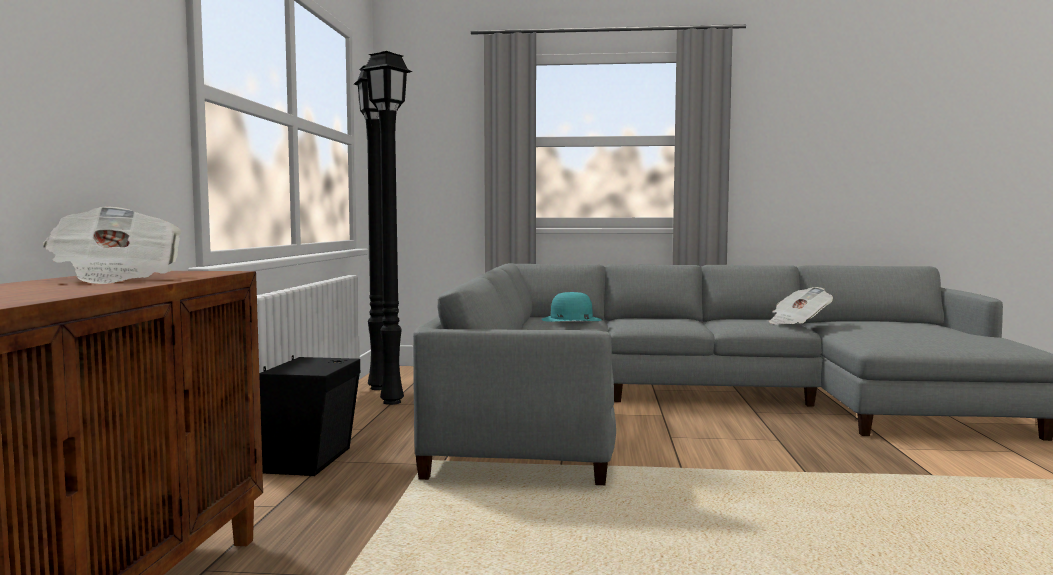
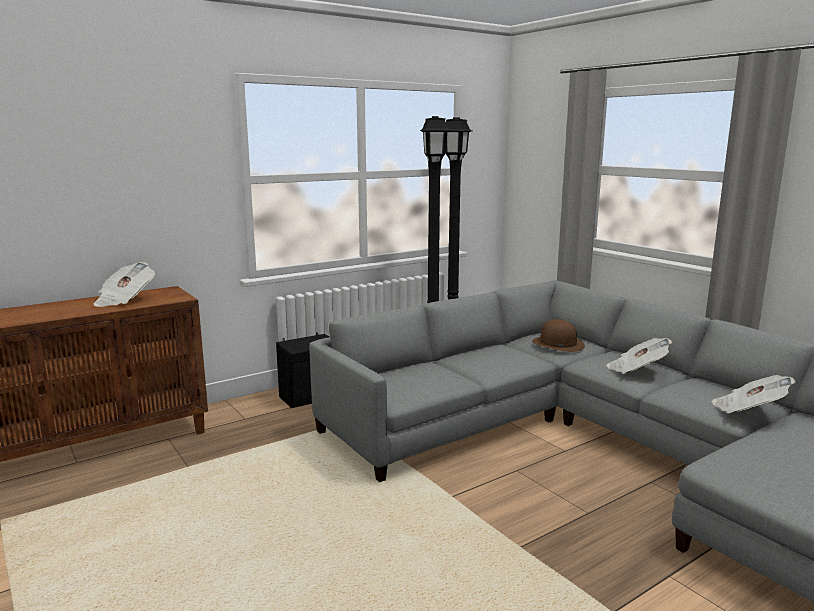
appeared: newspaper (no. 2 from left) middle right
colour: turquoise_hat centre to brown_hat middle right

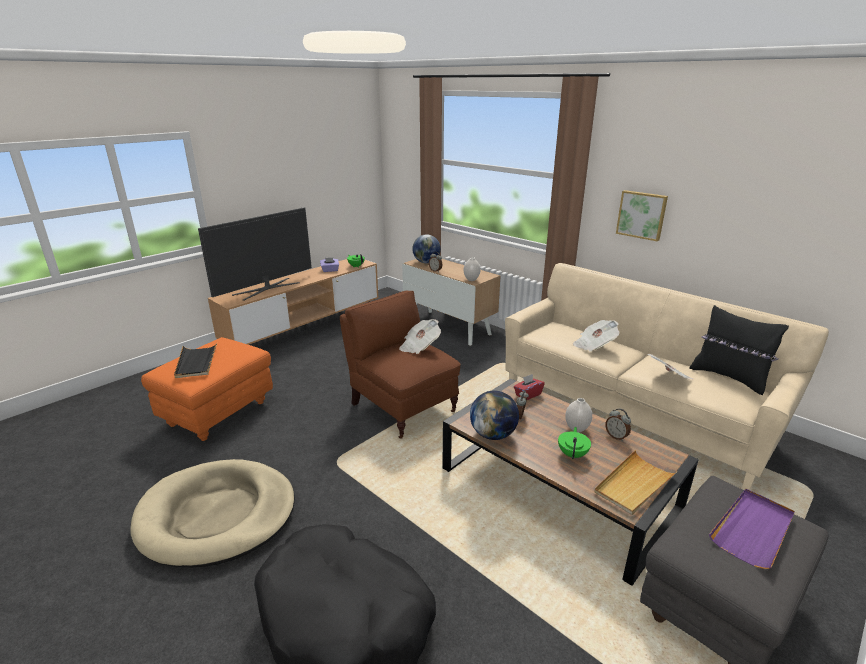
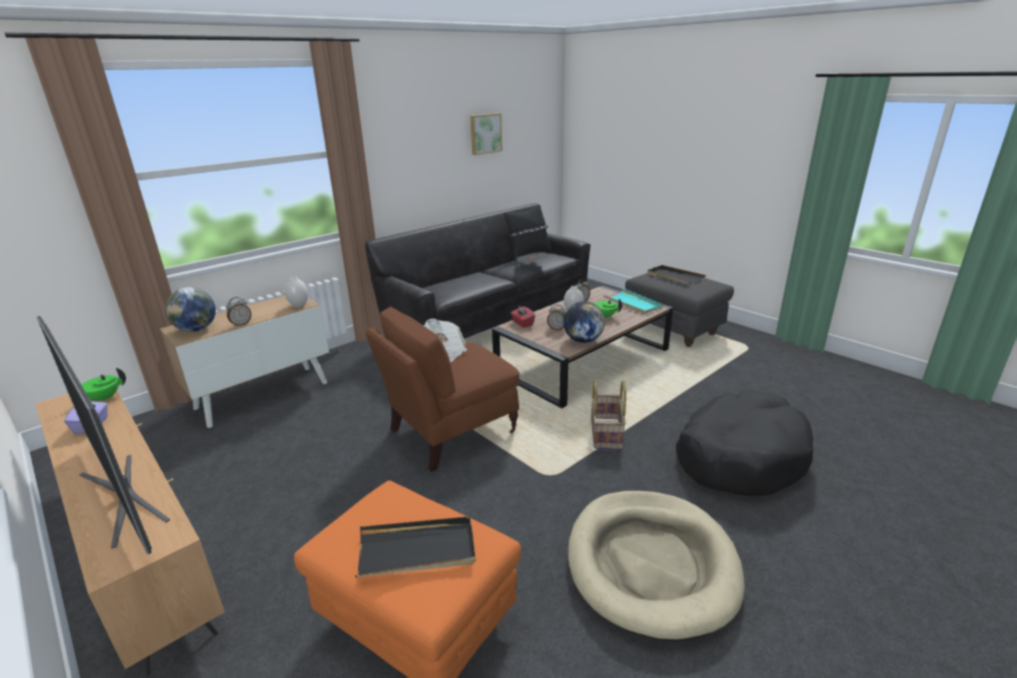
missing: newspaper (no. 2 from left) middle right
appeared: basket centre
relocated: picture top right to top centre
colour: beige_sofa middle right to black_sofa centre; beige_tray bottom right to turquoise_tray centre; purple_tray bottom right to black_tray (no. 2 from left) centre

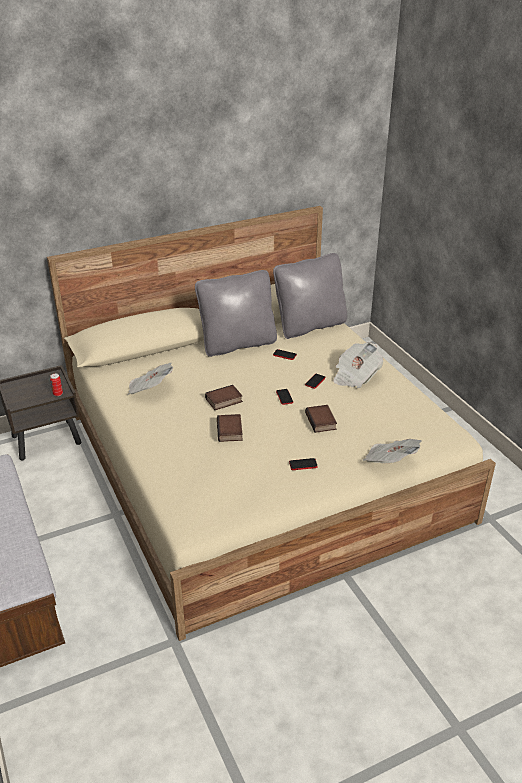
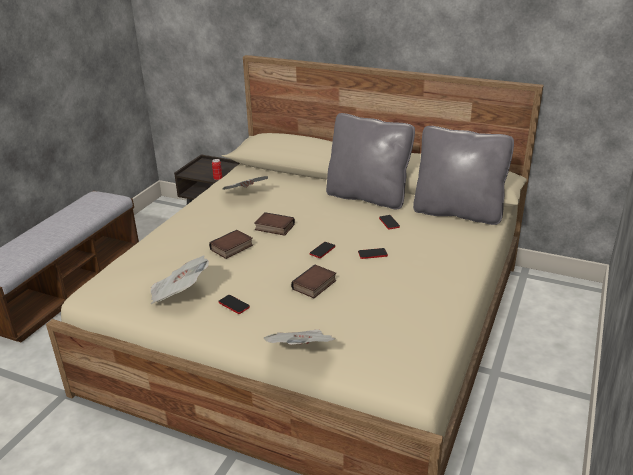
relocated: newspaper (no. 2 from left in the first image) middle right to newspaper (no. 1 from left) middle left

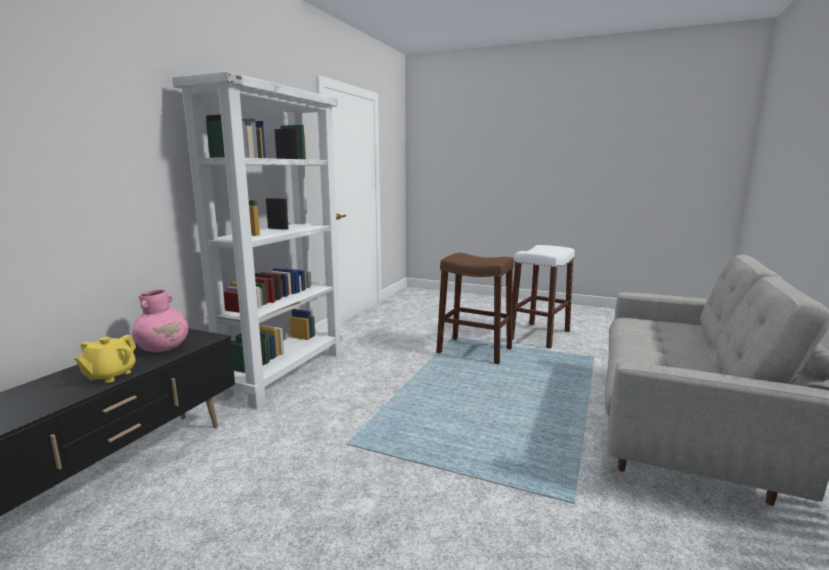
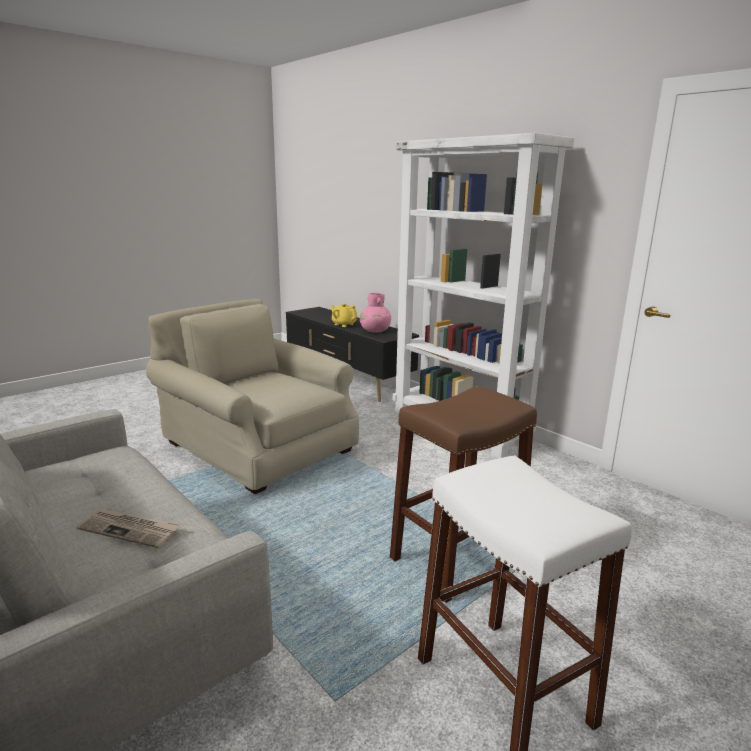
appeared: newspaper bottom left; beige_armchair centre

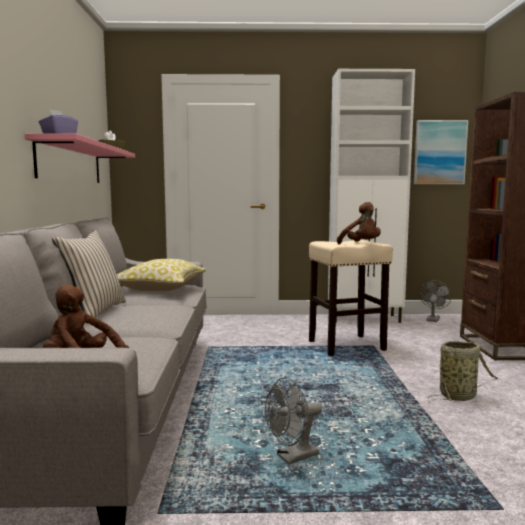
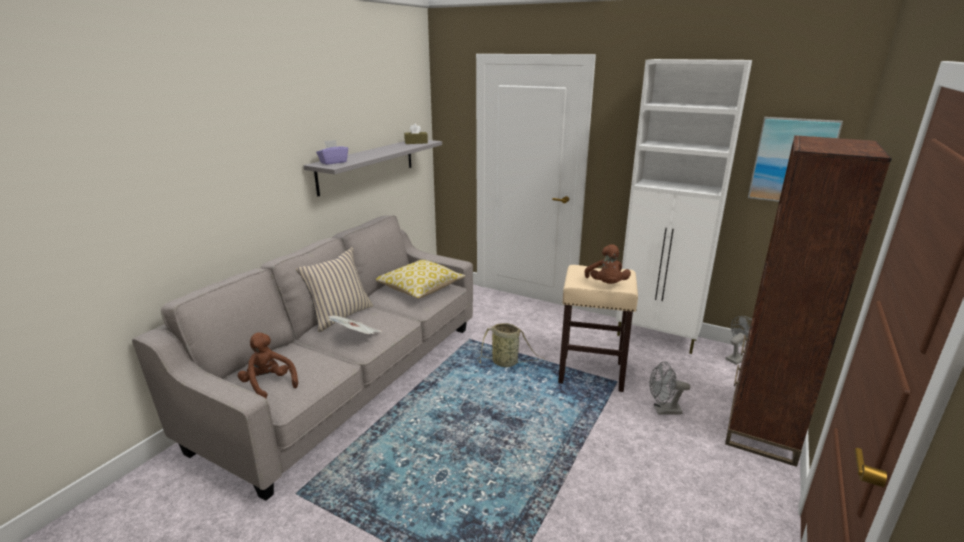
appeared: newspaper centre
relocated: grey_fan (no. 1 from left) bottom centre to bottom right; basket bottom right to centre
colour: pink_shelf top left to grey_shelf top centre

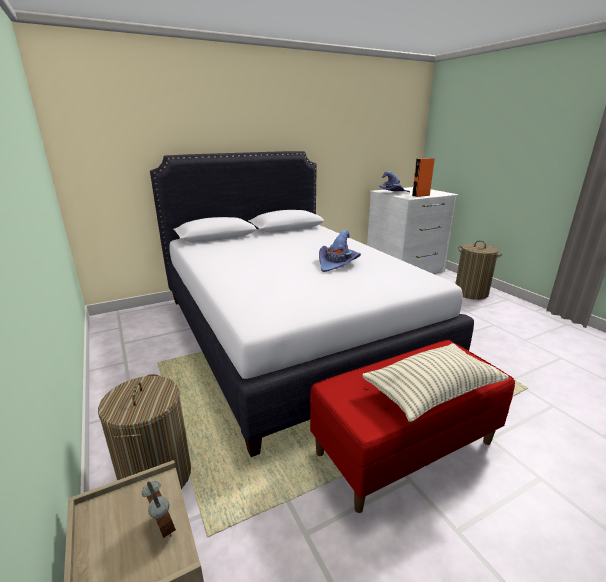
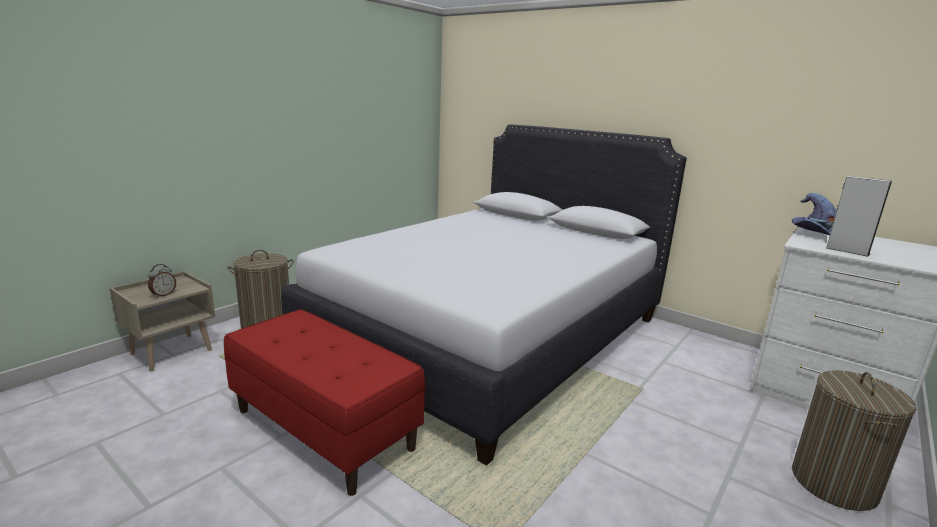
missing: purple_hat (no. 1 from left) centre; pillow middle right
colour: orange_speaker top right to grey_speaker middle right

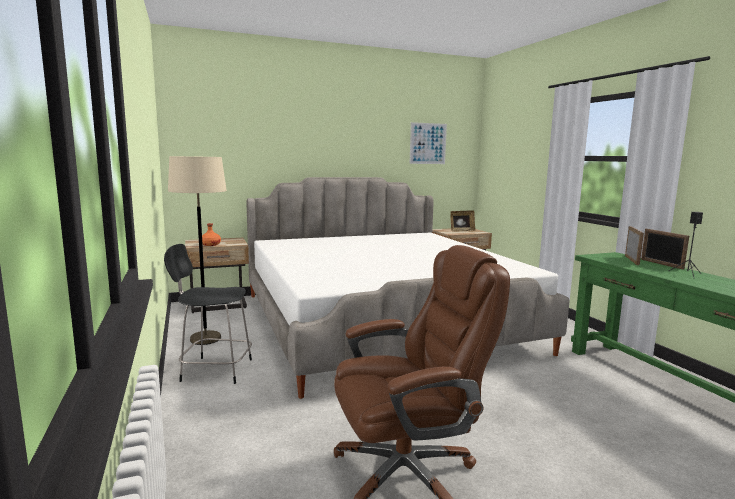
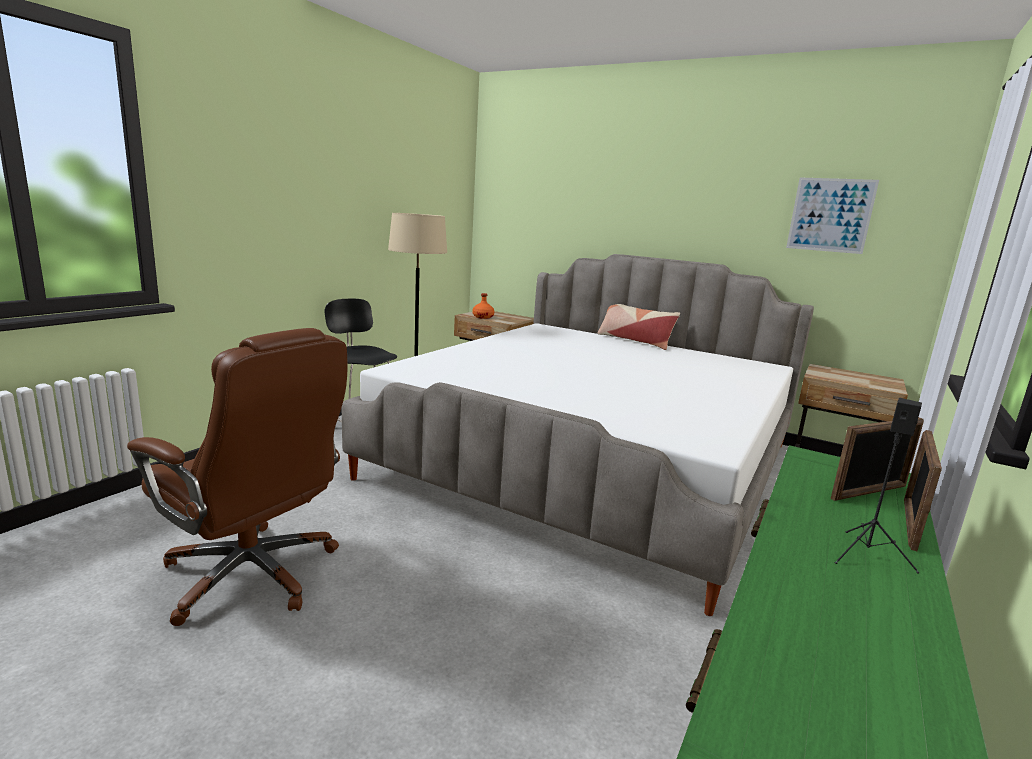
missing: picture_frame (no. 1 from left) centre
appeared: pillow centre

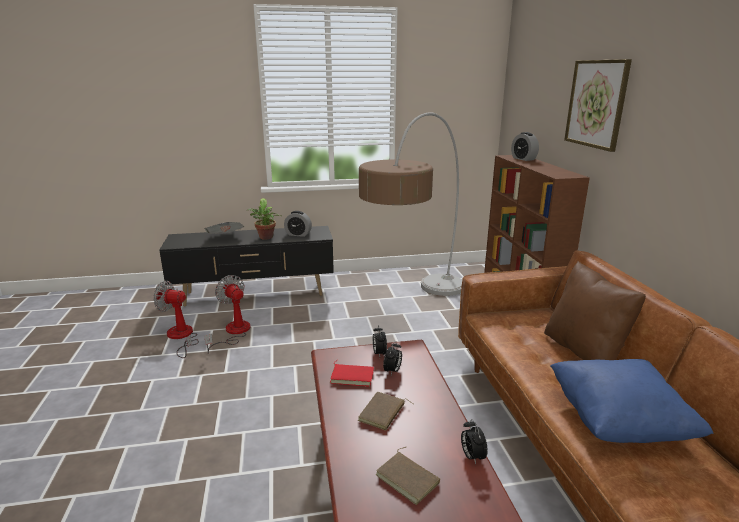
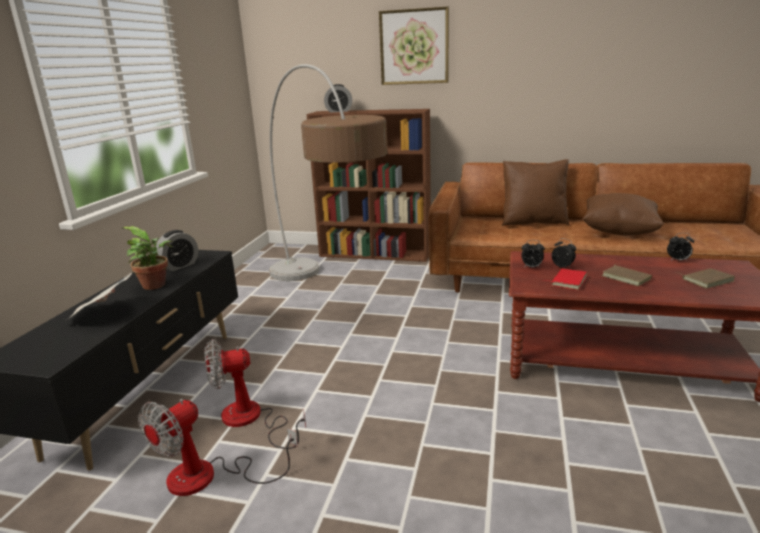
colour: blue_pillow bottom right to brown_pillow (no. 2 from left) middle right

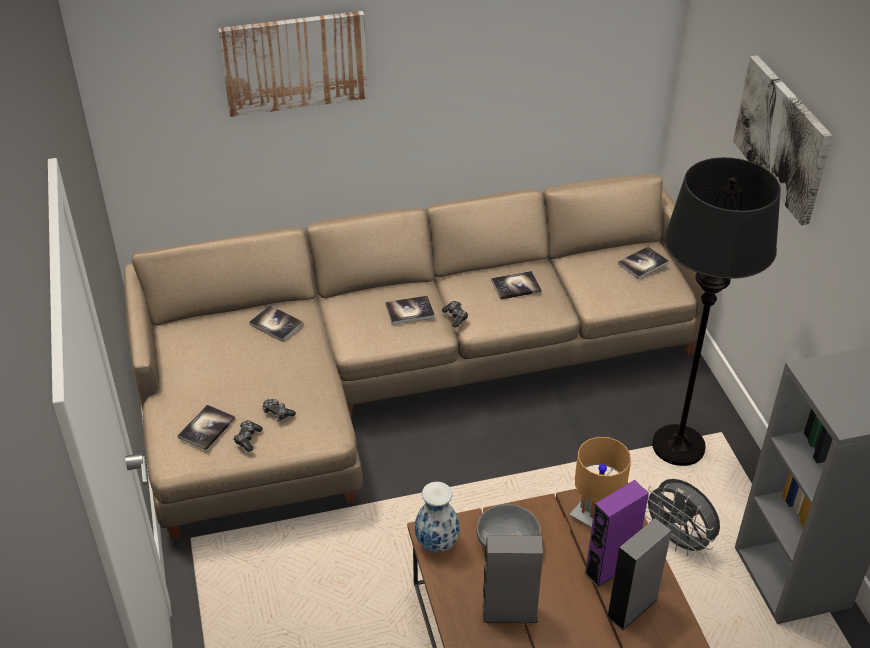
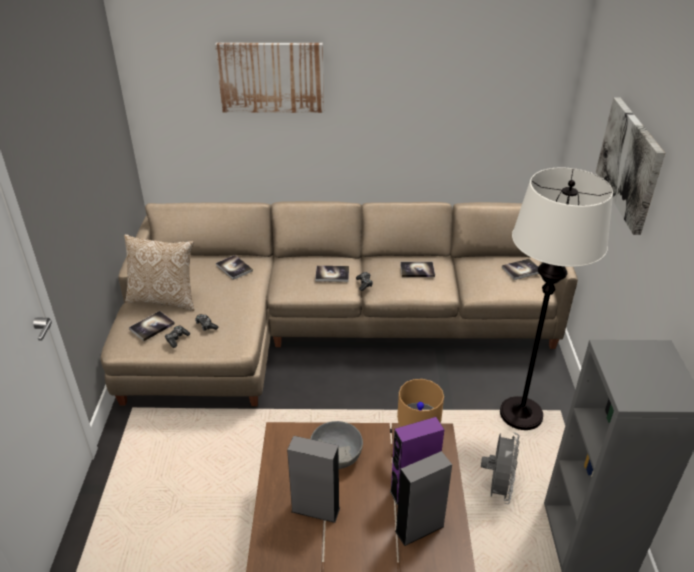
missing: vase bottom centre
appeared: pillow middle left
colour: black_floor_lamp middle right to white_floor_lamp middle right
spun: grey_fan bottom right = bottom right 135 degrees counterclockwise

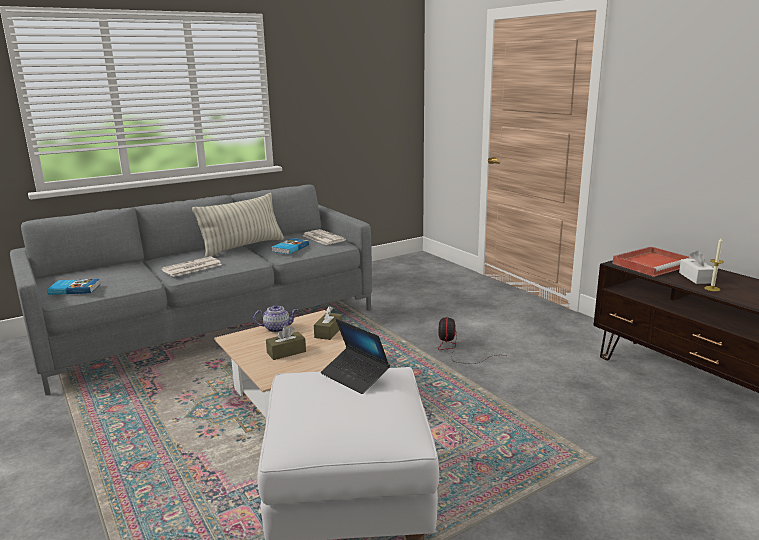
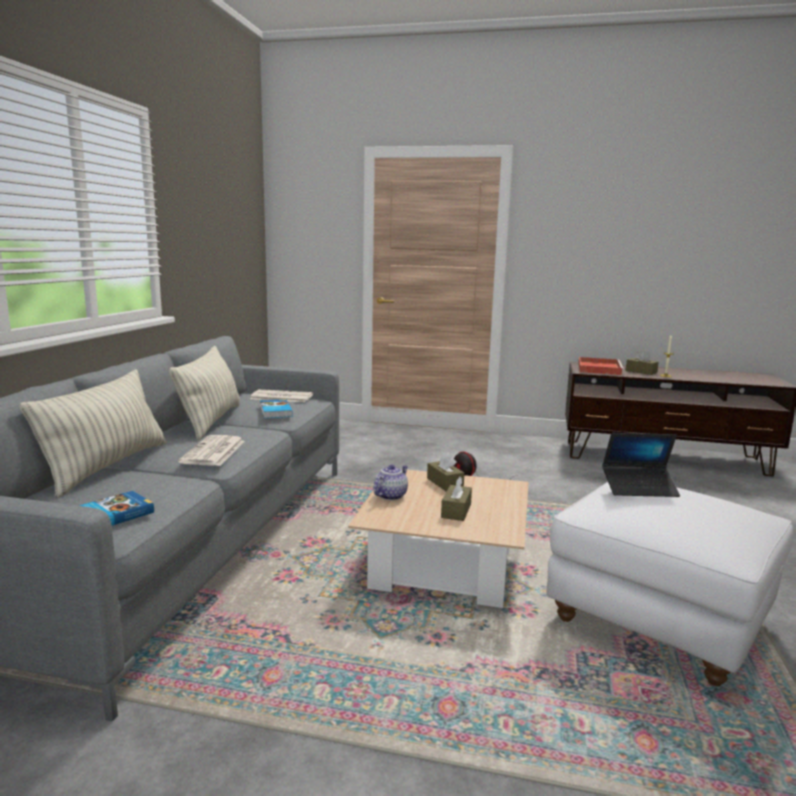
appeared: pillow (no. 1 from left) middle left
colour: white_tissue_box middle right to brown_tissue_box (no. 3 from left) middle right

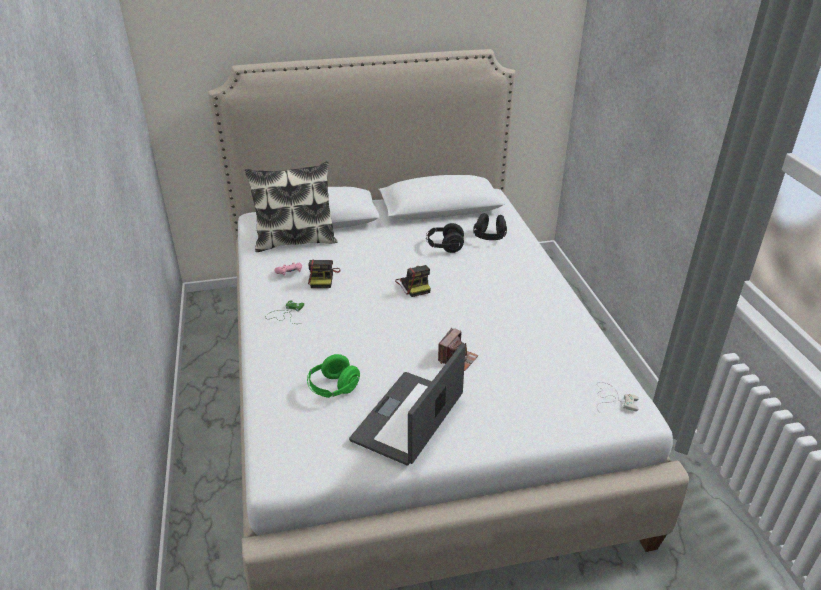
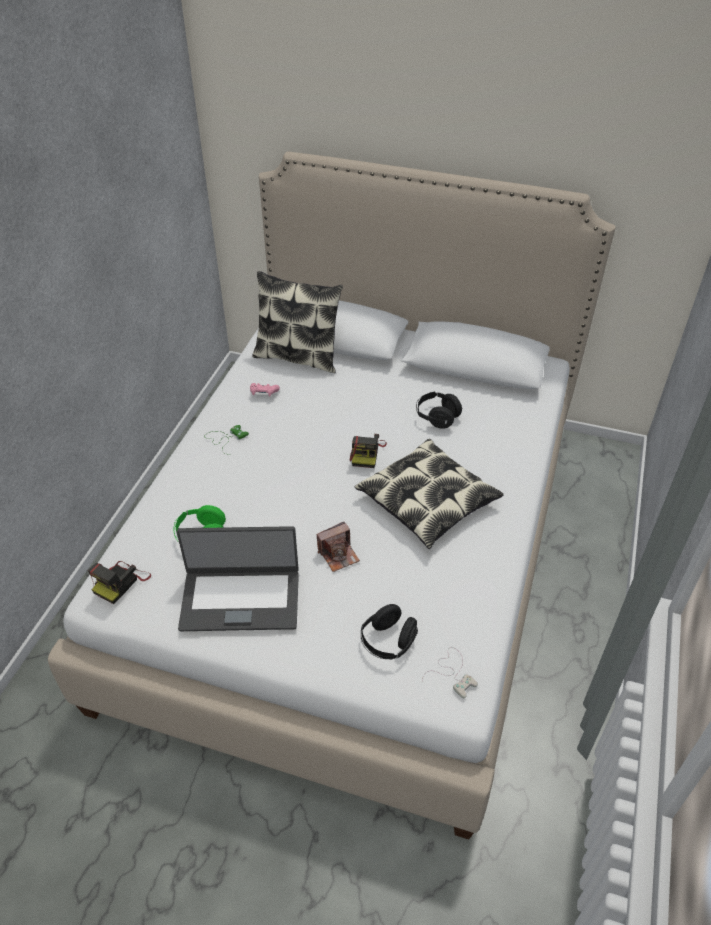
appeared: pillow (no. 2 from left) centre
relocated: photo_camera (no. 1 from left) centre to middle left; black_headphones (no. 2 from left in the first image) centre to black_headphones (no. 1 from left) bottom centre
spun: laptop bottom centre = centre 150 degrees counterclockwise

